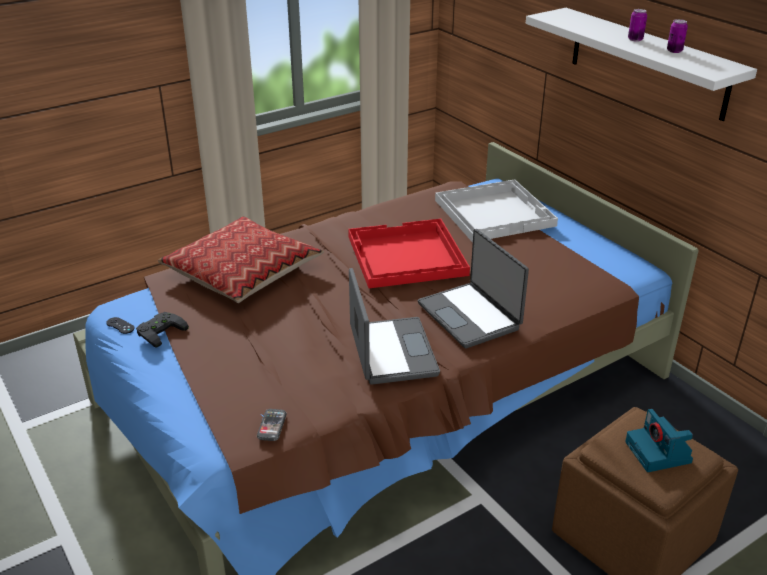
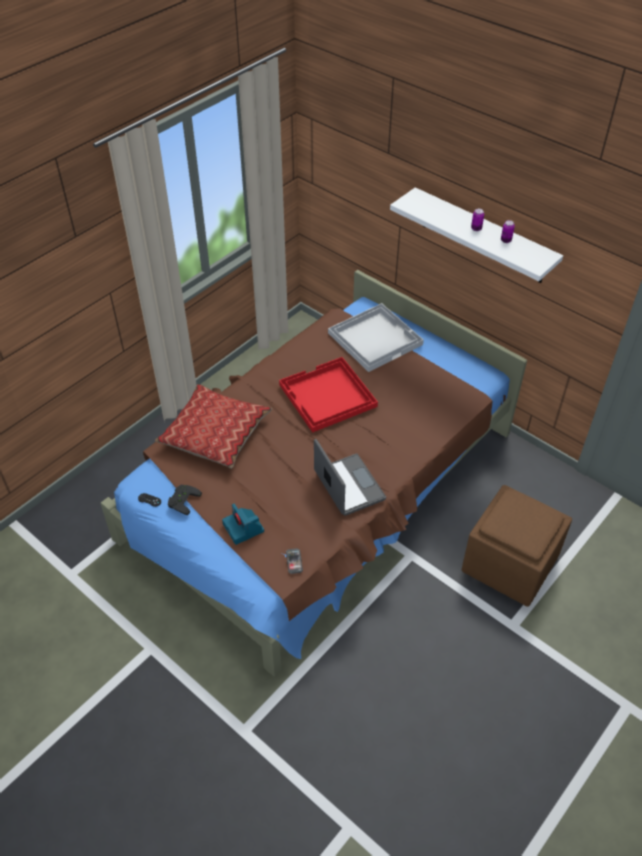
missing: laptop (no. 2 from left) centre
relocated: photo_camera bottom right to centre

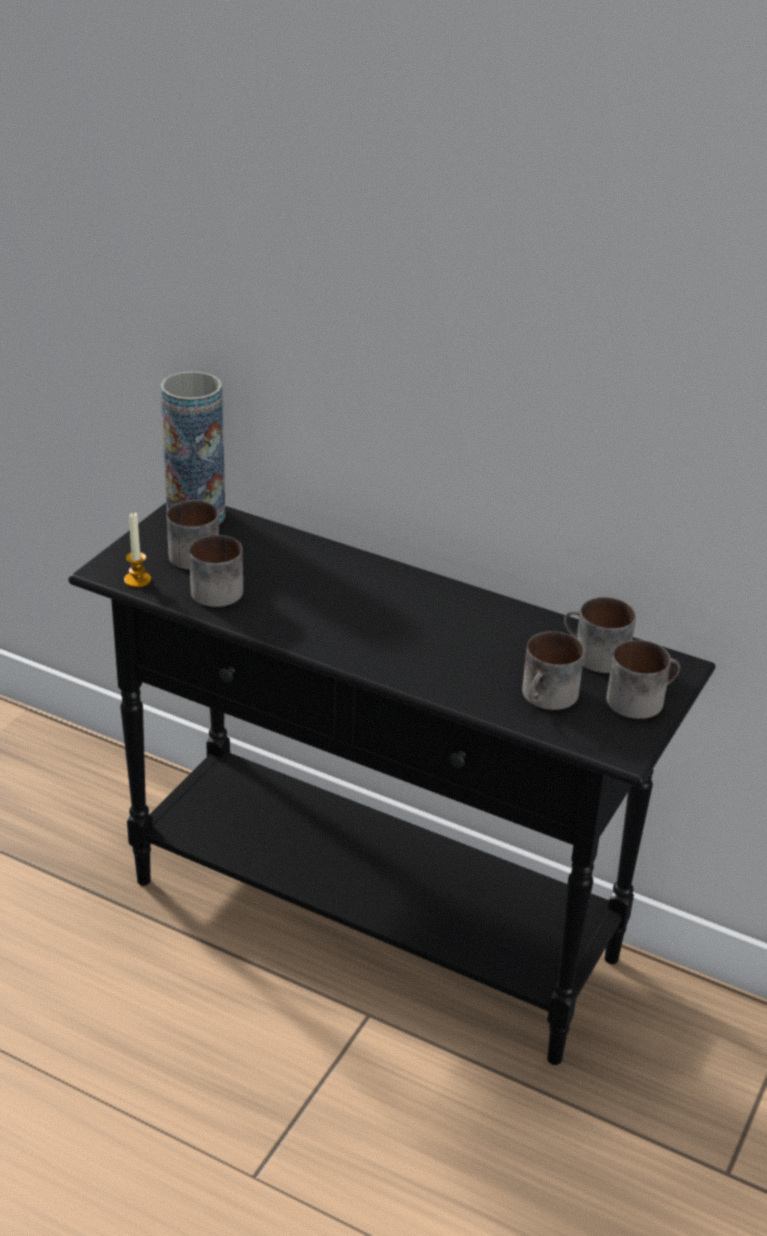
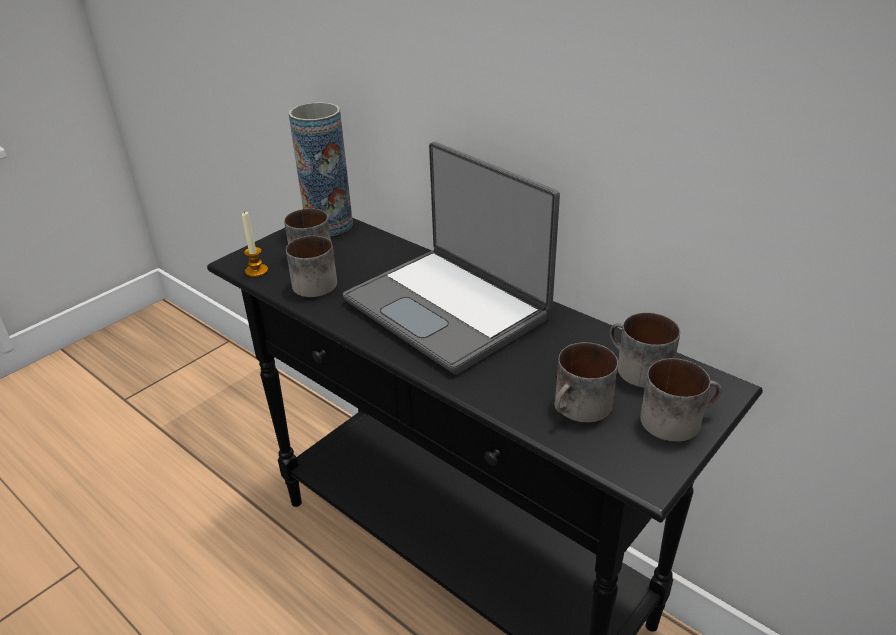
appeared: laptop centre

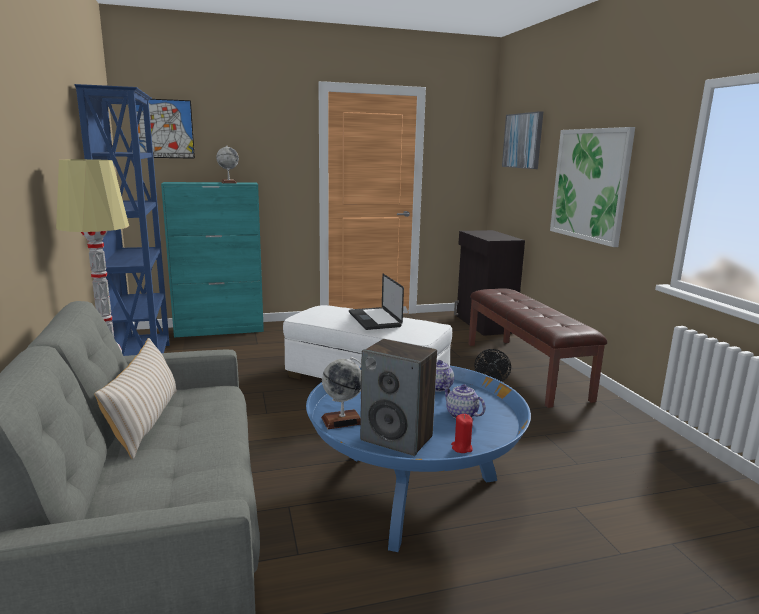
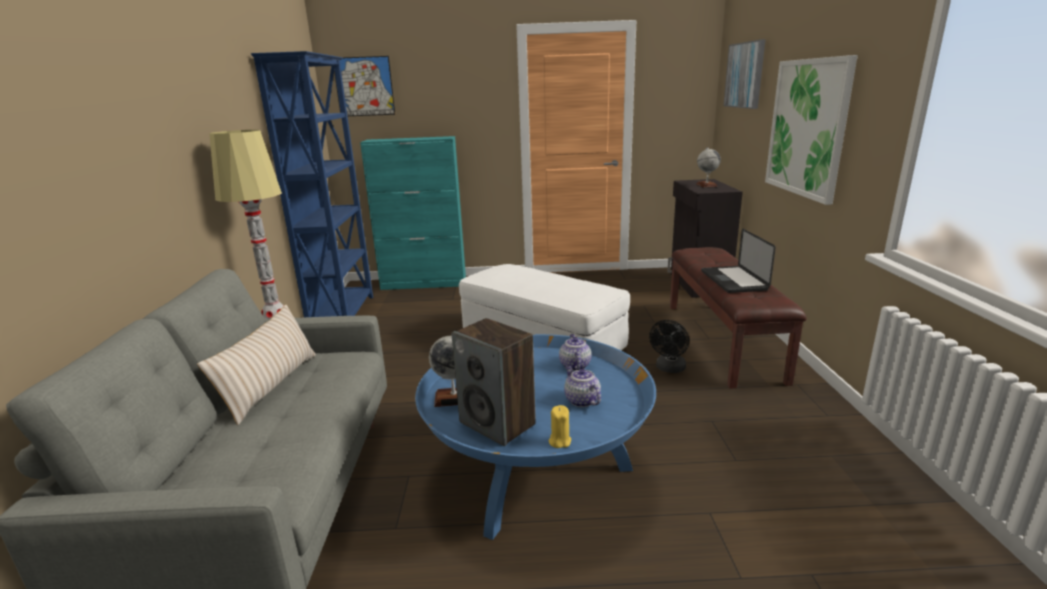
relocated: globe (no. 1 from left in the first image) top left to globe (no. 2 from left) top right; laptop centre to middle right
colour: red_candle bottom centre to yellow_candle bottom centre

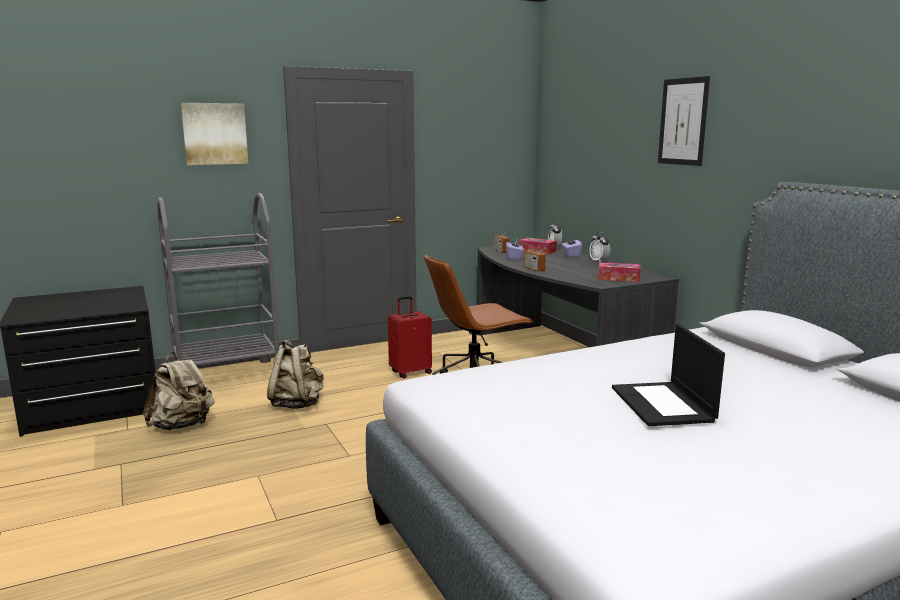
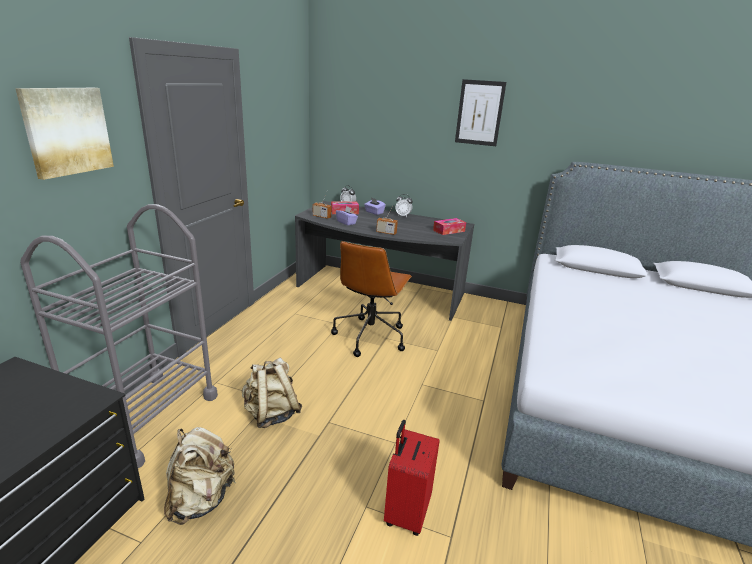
missing: laptop middle right
relocated: red_suitcase centre to bottom centre

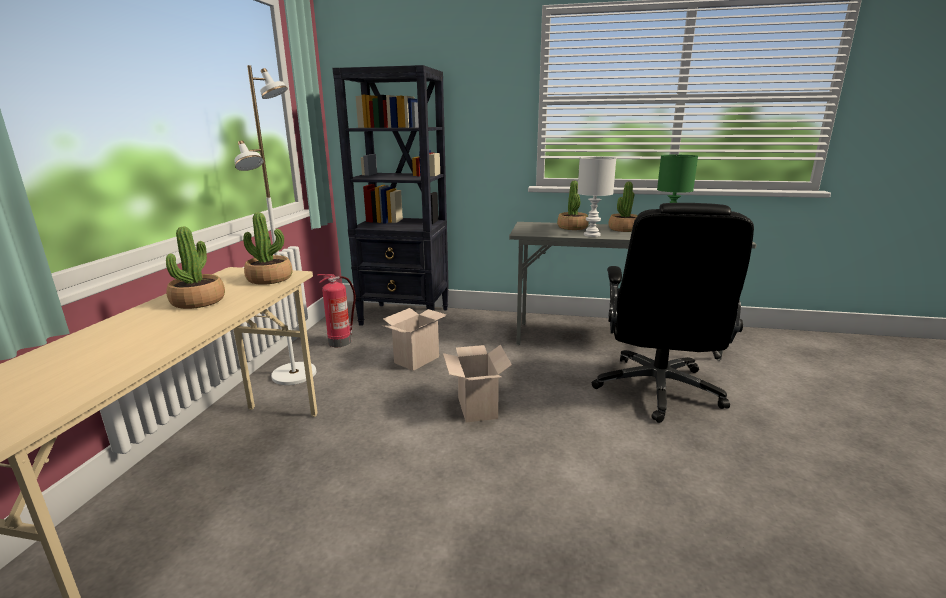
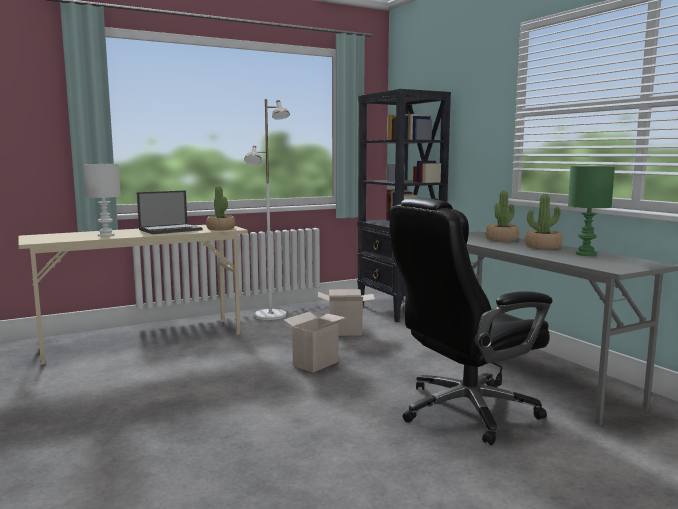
missing: fire_extinguisher centre
relocated: white_table_lamp top centre to middle left
exchanged: potted_plant (no. 1 from left) middle left to laptop middle left

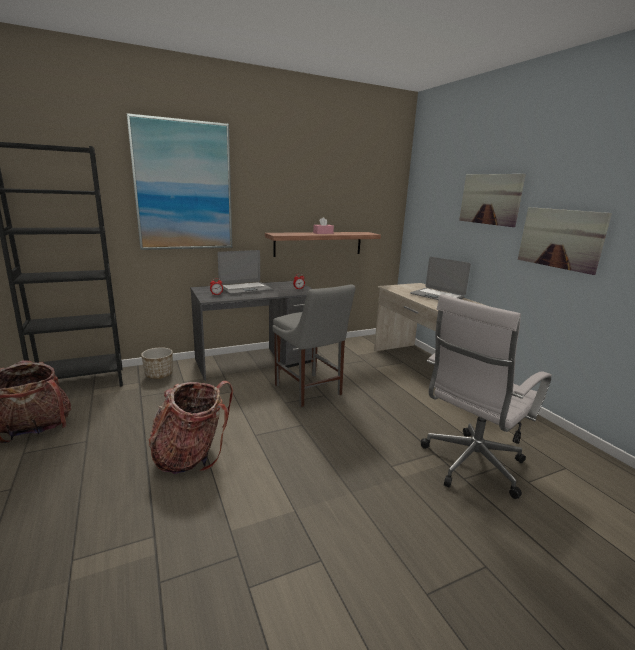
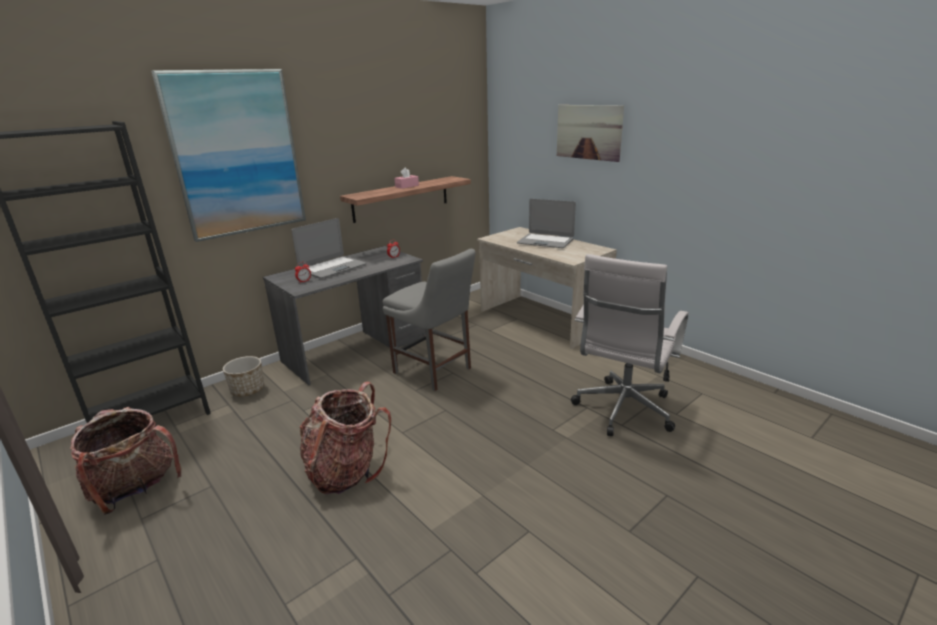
missing: picture (no. 3 from left) middle right

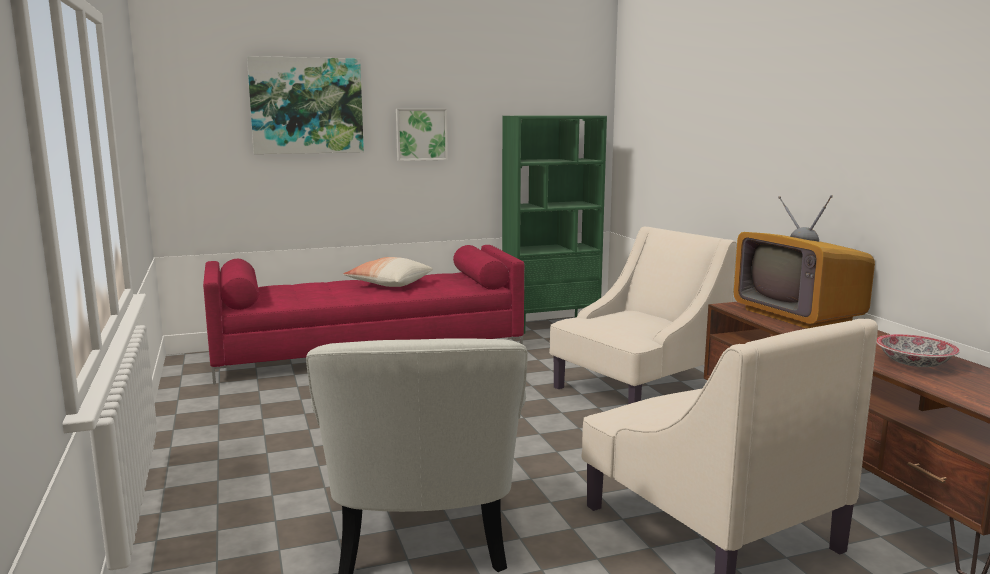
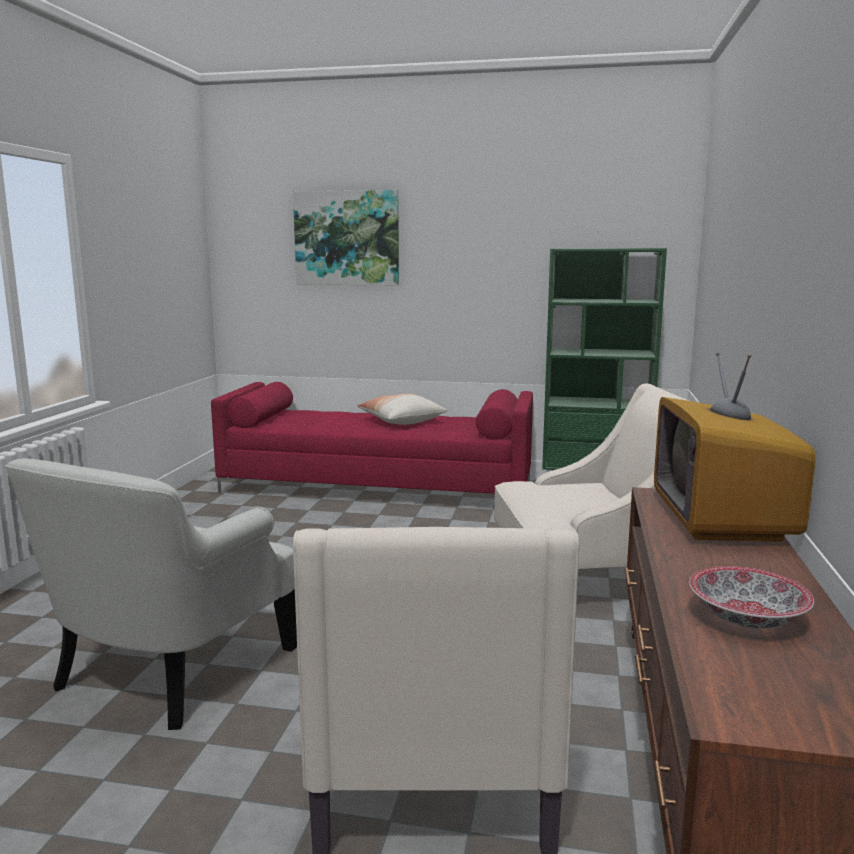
missing: picture (no. 2 from left) top centre

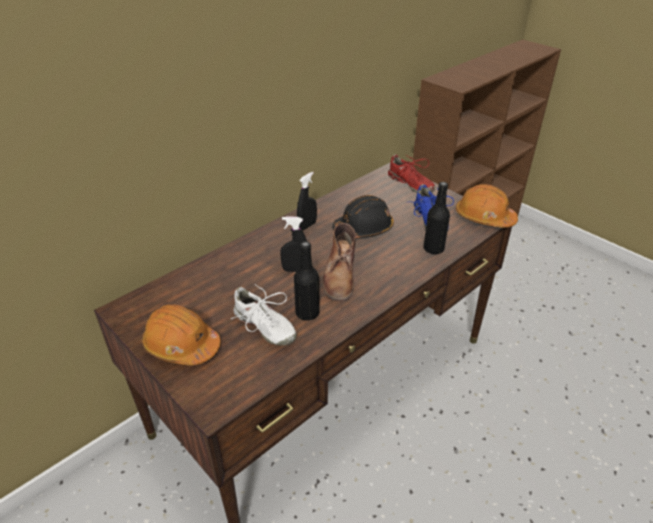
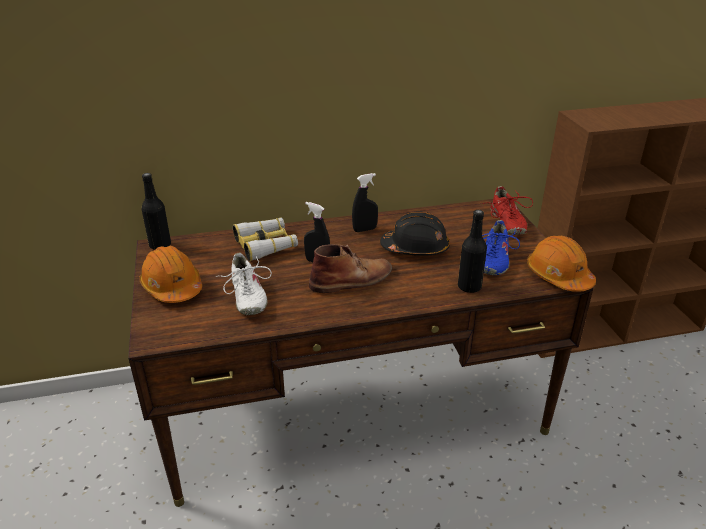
appeared: binoculars centre
relocated: black_bottle (no. 1 from left) centre to middle left
spun: brown_boot centre = centre 150 degrees counterclockwise

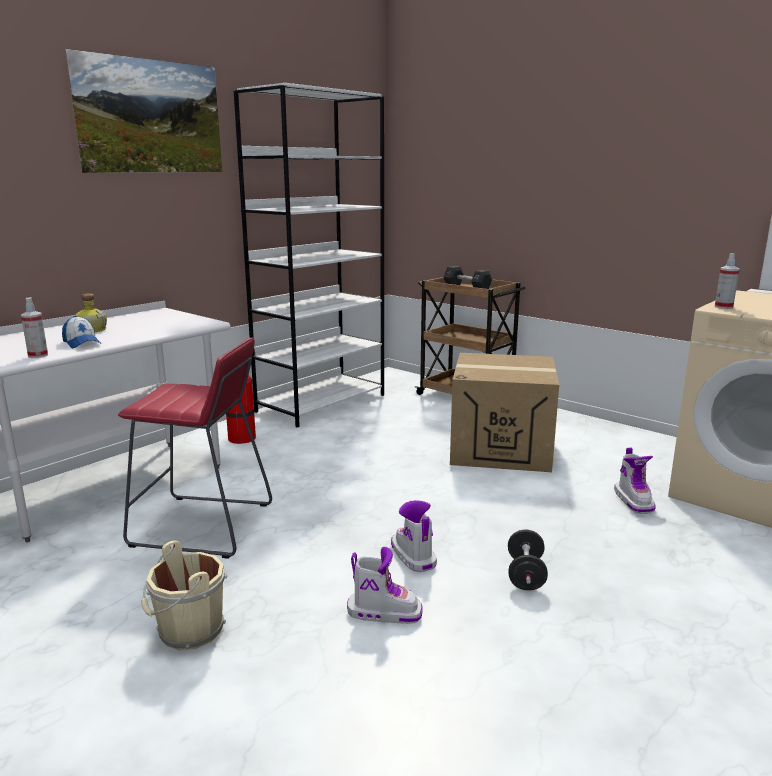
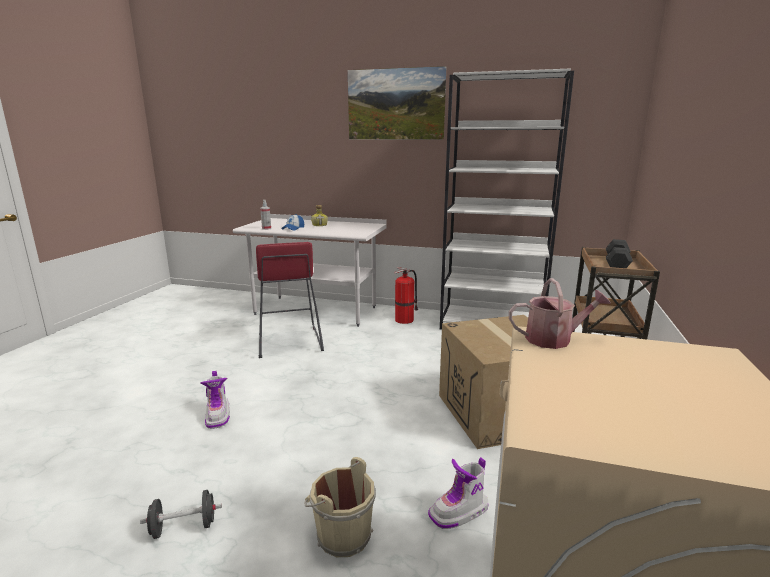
missing: boot (no. 2 from left) bottom centre
relocated: beige_bucket bottom left to bottom centre; black_dumbbell (no. 2 from left in the first image) bottom right to black_dumbbell (no. 1 from left) bottom left
exchanged: spray_bottle (no. 2 from left) middle right to watering_can middle right

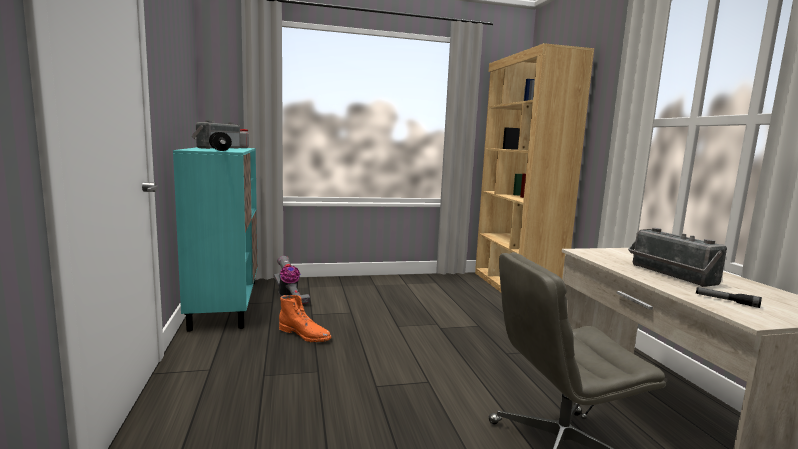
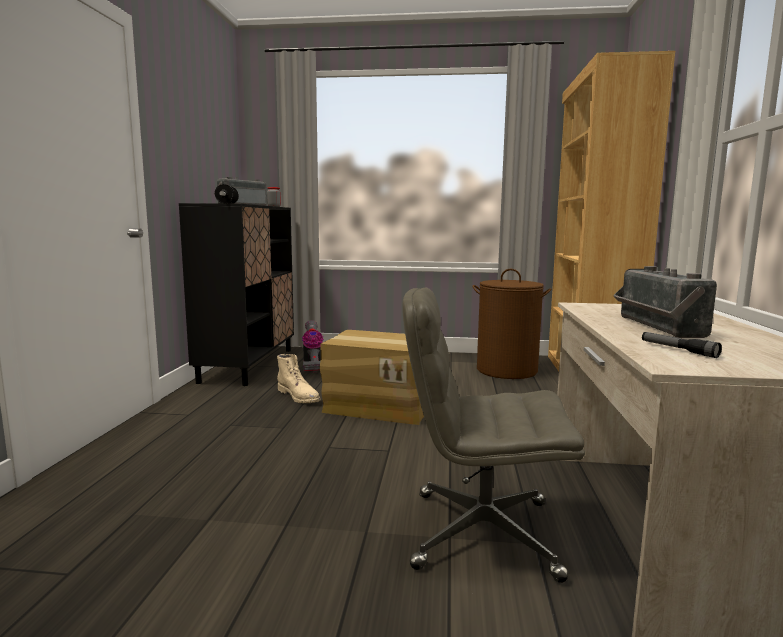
appeared: cardboard_box centre; brown_laundry_basket centre
colour: turquoise_cabinet middle left to black_cabinet middle left; orange_boot bottom centre to beige_boot centre

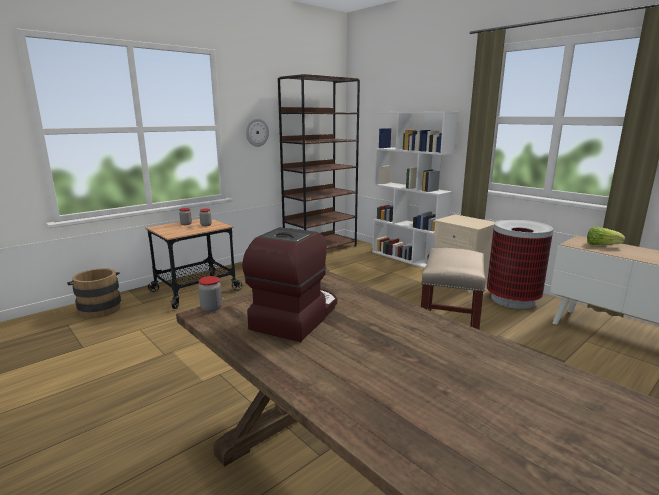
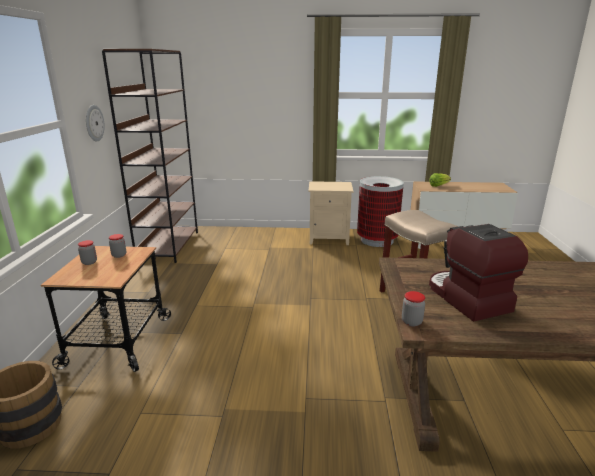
missing: white_bookcase centre

